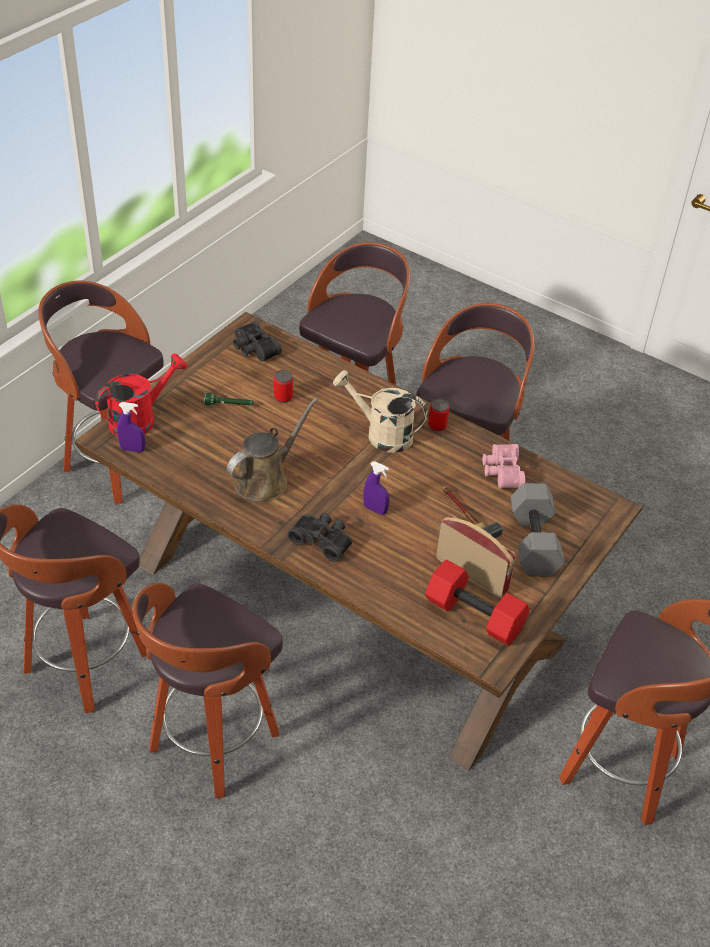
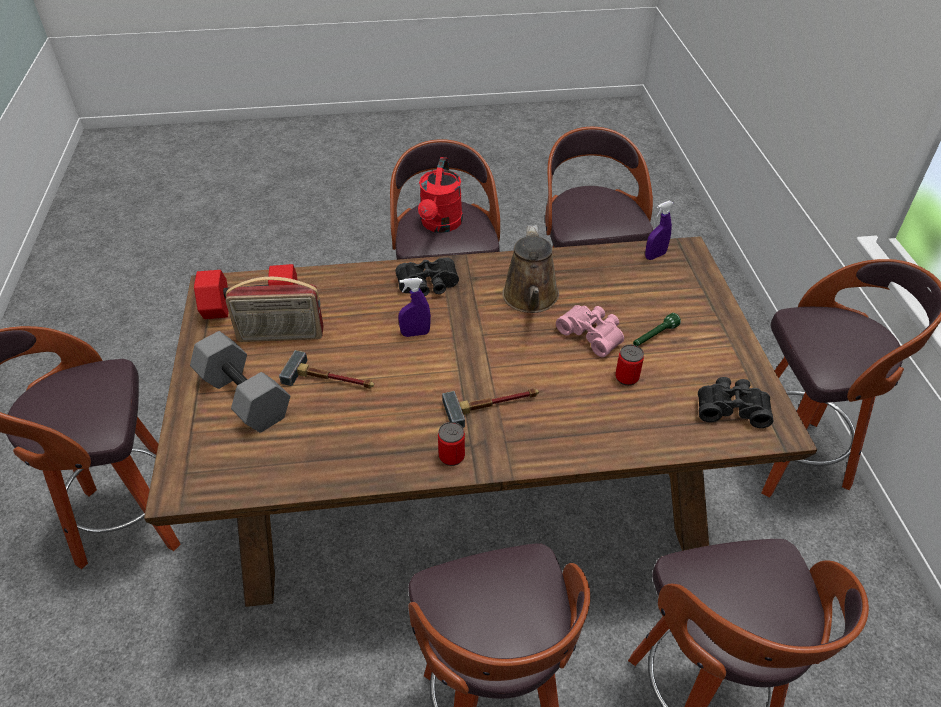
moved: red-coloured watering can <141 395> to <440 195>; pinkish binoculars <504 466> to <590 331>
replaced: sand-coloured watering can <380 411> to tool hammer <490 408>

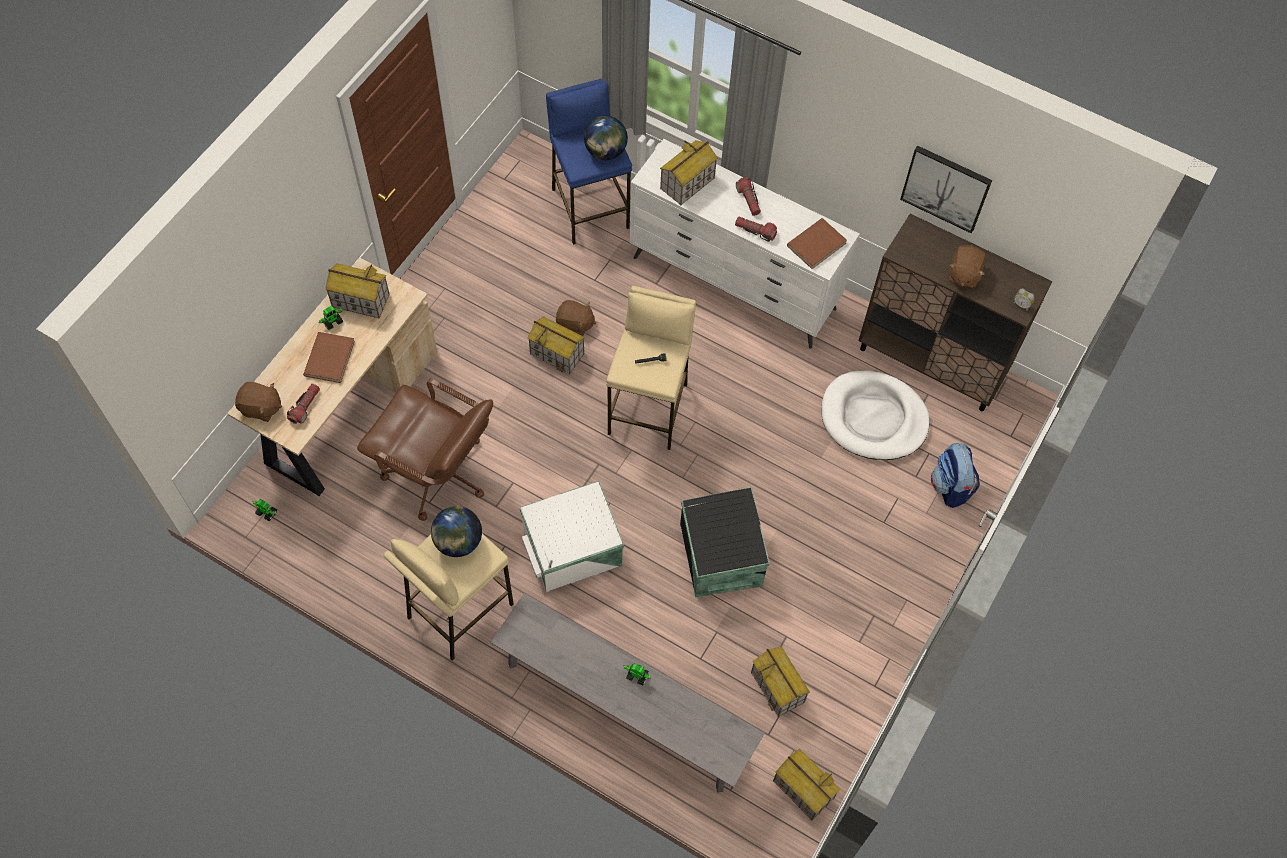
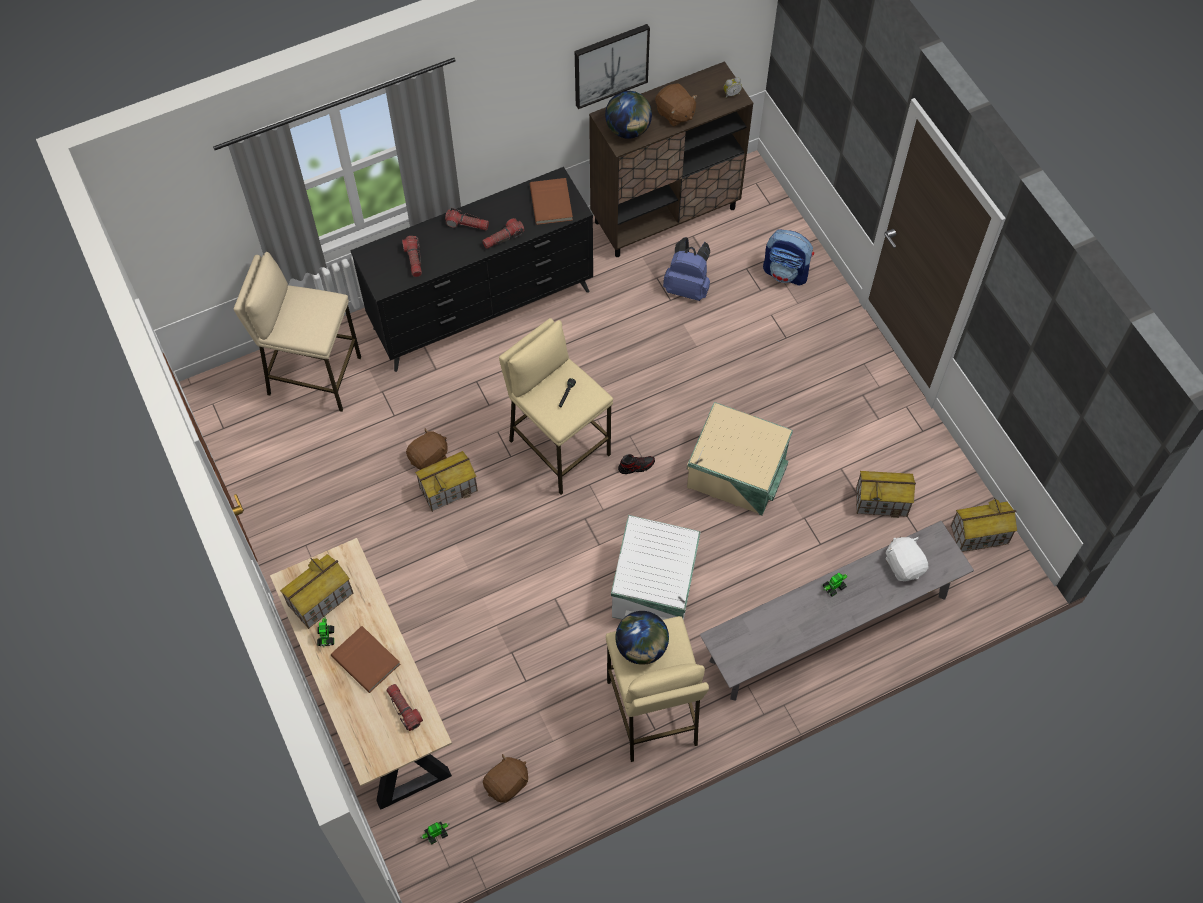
removed: brown-coloured desk chair <425 449>
added: item of footwear <636 464>; white plush toy <906 559>
moved: desk globe <606 138> to <628 115>; brown-coloured plush toy <258 401> to <505 778>
replaced: miniature house <689 172> to hand torch <412 256>; white dog cushion <875 415> to blue-coloured rucksack <686 269>
recoloured: blue-coloured stool <589 162> to sand-coloured stool <297 332>; white drawer chest <745 244> to black drawer chest <471 269>; black storage container <725 542> to sand-coloured storage container <740 459>

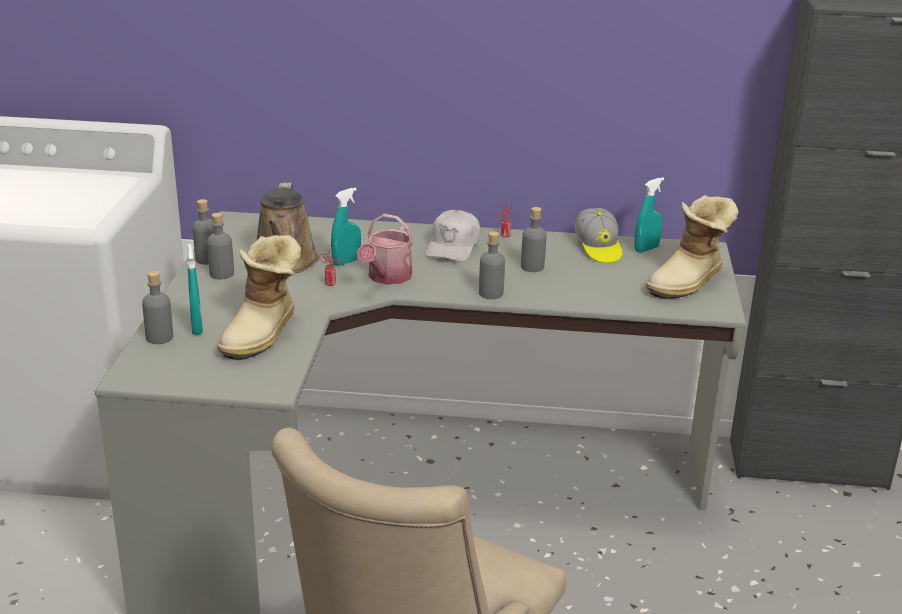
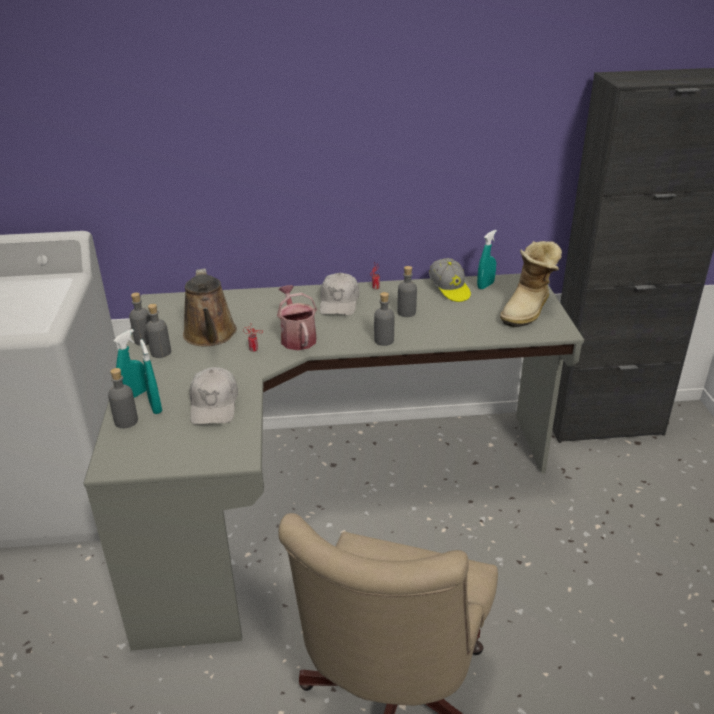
moved: turquoise-coloured spray bottle <346 227> to <130 363>
replaced: tall boot <259 298> to white cap <214 396>
turned: watering can <385 249> = <297 317> 150 degrees clockwise

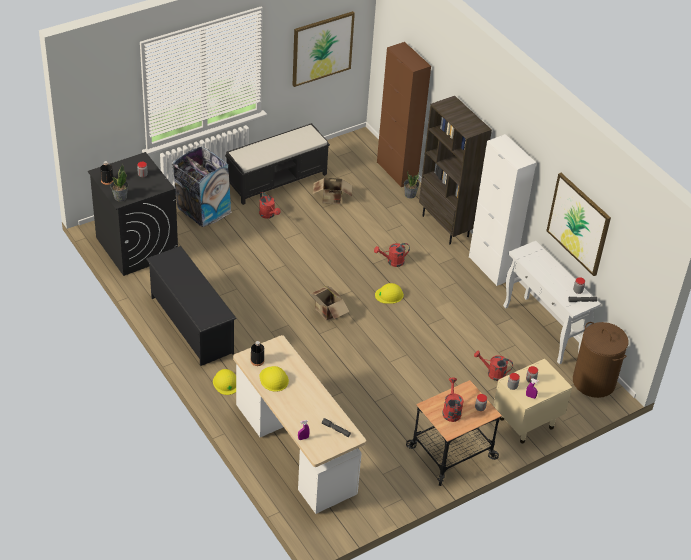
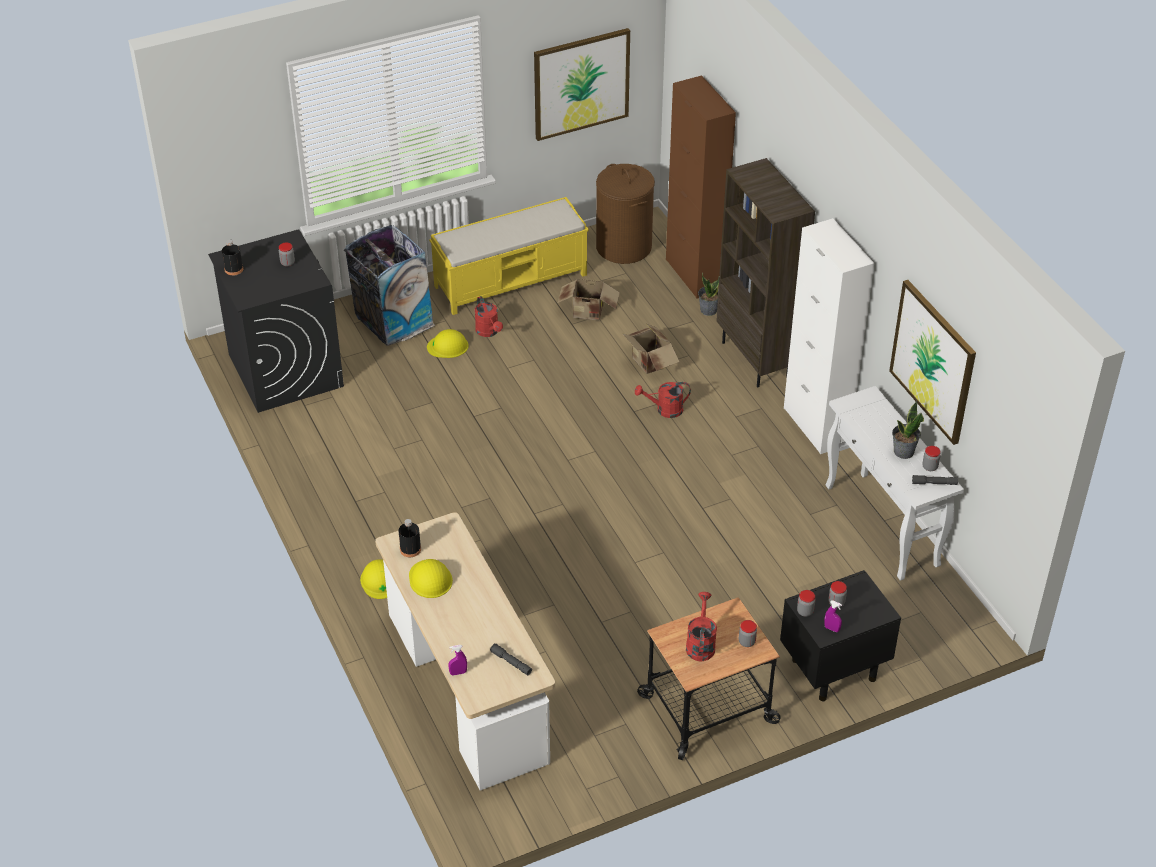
removed: black shoe rack <191 306>; red-coloured watering can <493 366>
moved: houseplant <119 182> to <908 429>; yellow-coloured hard hat <389 293> to <448 343>; carton <329 303> to <650 349>; brown-coloured laundry basket <601 360> to <625 214>
recoloured: black indoor bench <277 164> to yellow-coloured indoor bench <509 256>; sand-coloured bedside table <532 401> to black bedside table <840 635>

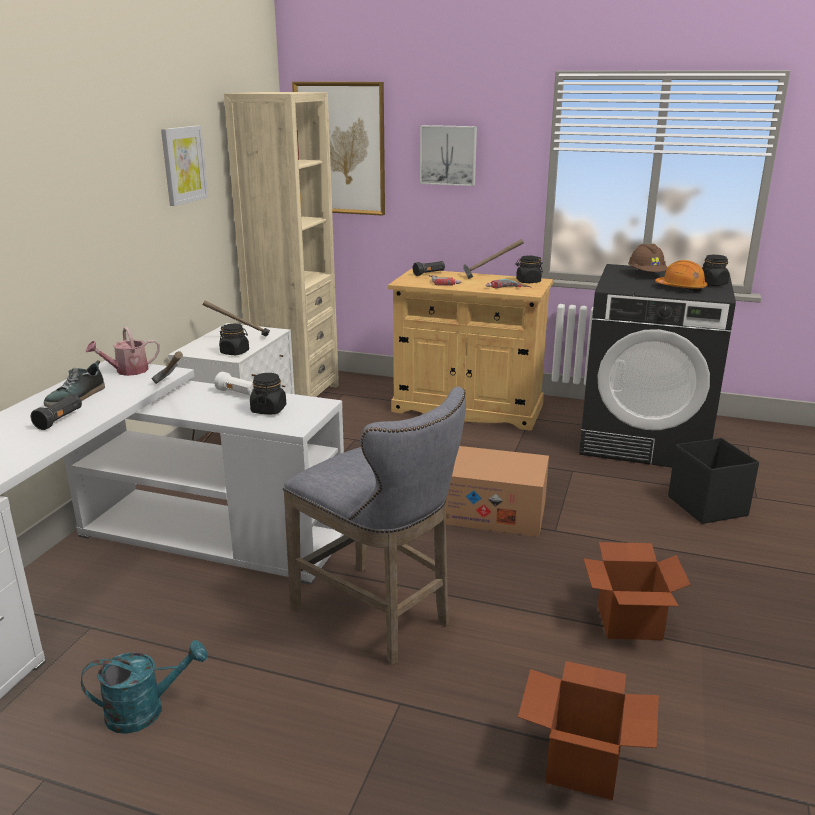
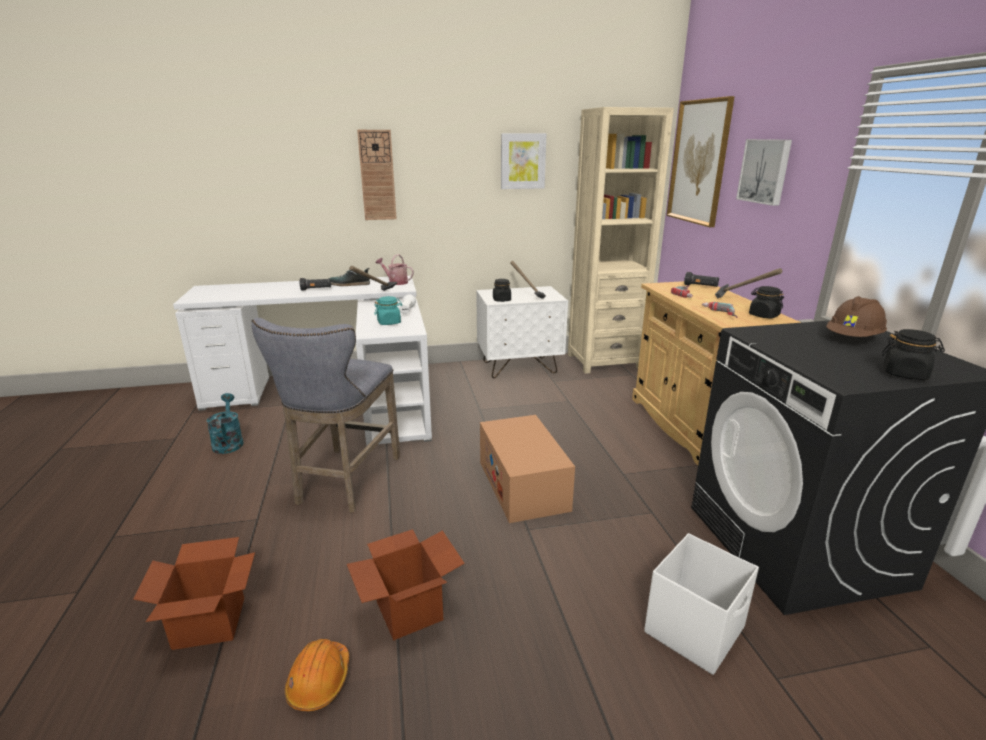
added: clock on the wall <377 175>
moved: orangey hard hat <681 276> to <317 675>
recoloured: black storage jar <268 393> to turquoise-coloured storage jar <388 310>; black storage container <713 481> to white storage container <701 604>
turned: turquoise-coloured watering can <144 687> = <225 423> 150 degrees counterclockwise

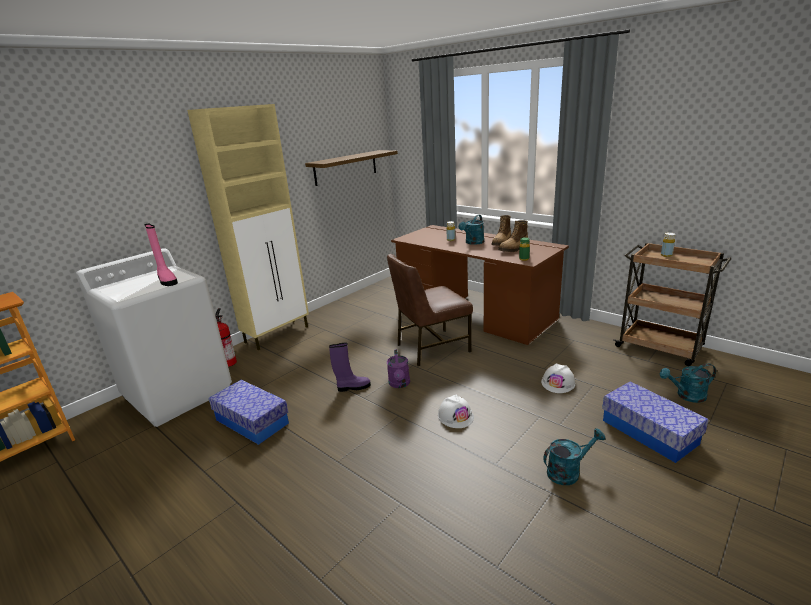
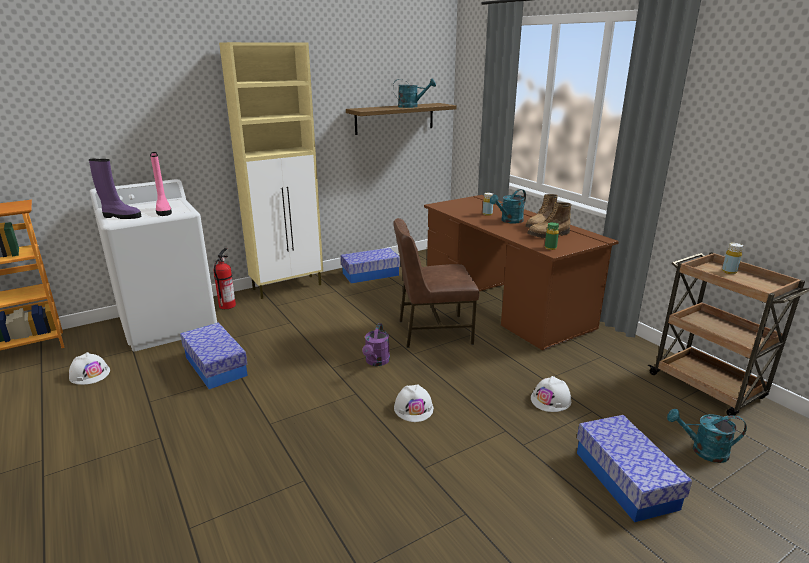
added: storage container <370 265>; white hard hat <89 368>
moved: purple-coloured tall boot <350 367> to <115 189>; turquoise-coloured watering can <574 456> to <414 93>

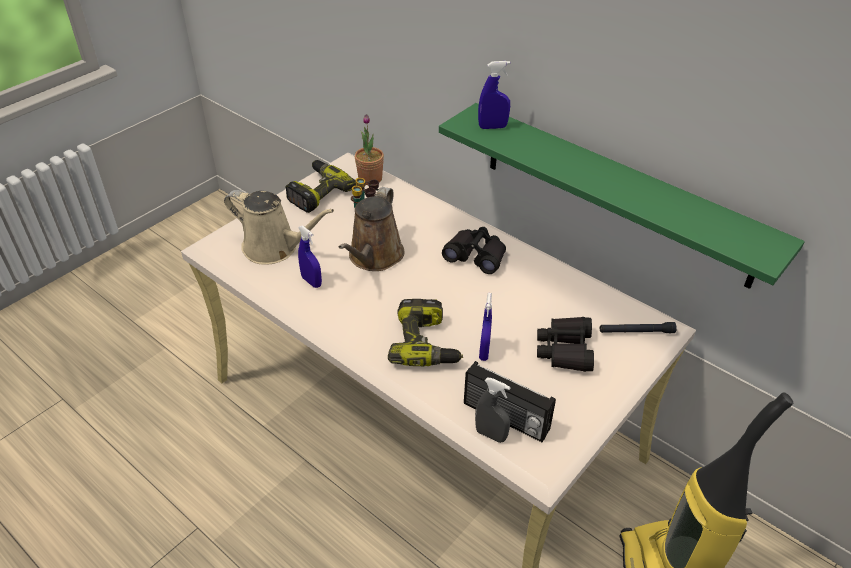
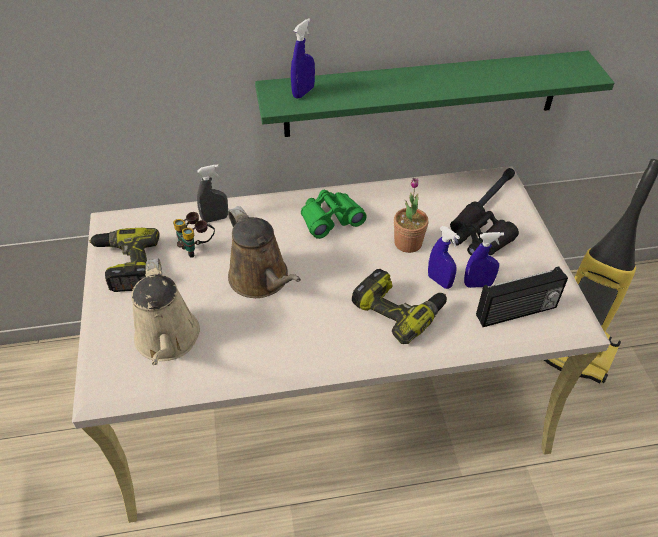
moved: houseplant <369 149> to <411 215>; blue-coloured spray bottle <310 257> to <484 260>; grey spray bottle <493 410> to <212 193>
recoloured: black binoculars <474 250> to greenish binoculars <334 214>
turned: sand-coloured watering can <279 227> = <165 311> 105 degrees clockwise

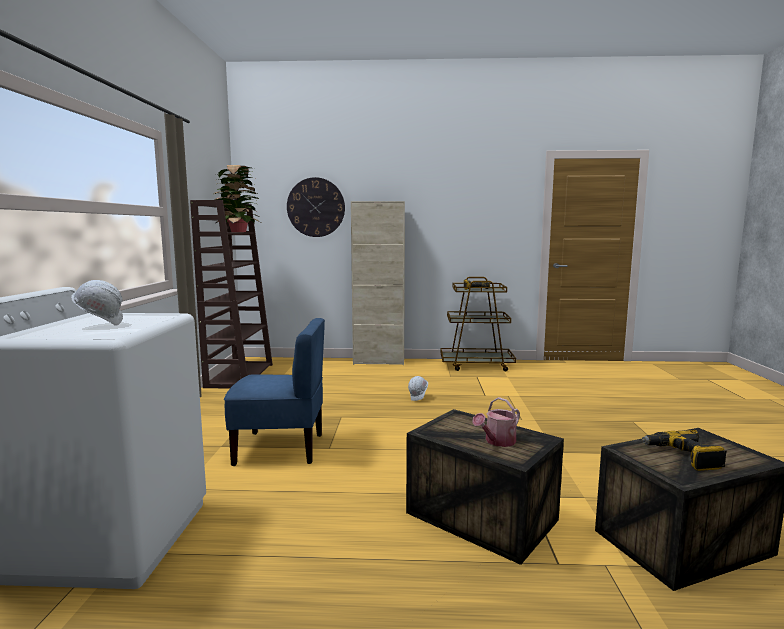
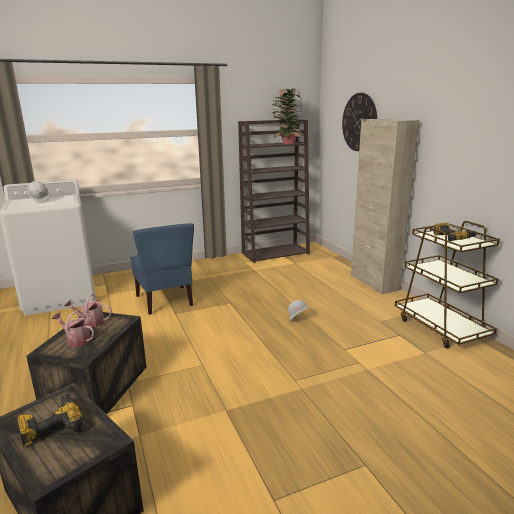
added: watering can <88 310>

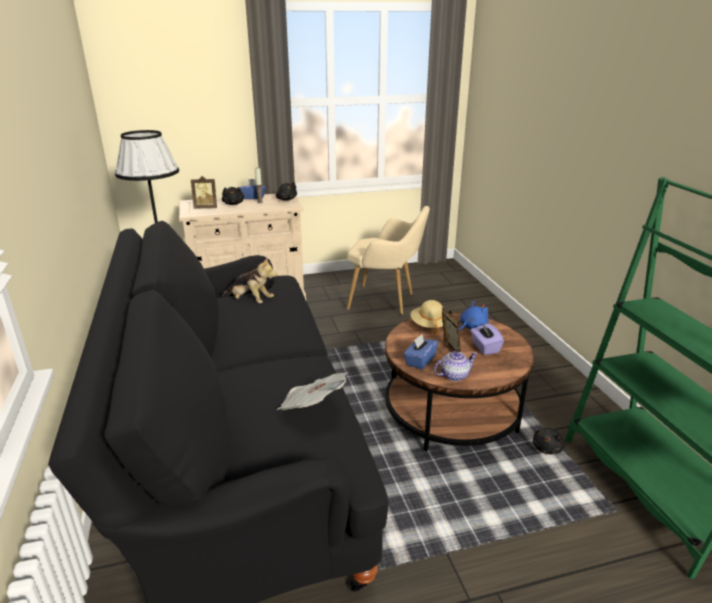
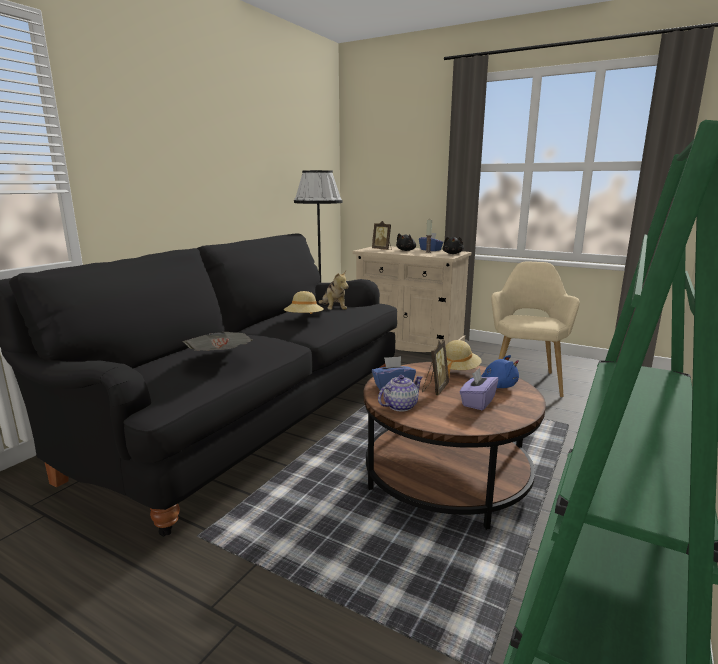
removed: black plush toy <549 441>
added: sand-coloured clothing hat <304 302>
turned: sand-coloured armchair <388 260> = <535 329> 135 degrees counterclockwise; teapot <456 366> = <400 393> 60 degrees counterclockwise

